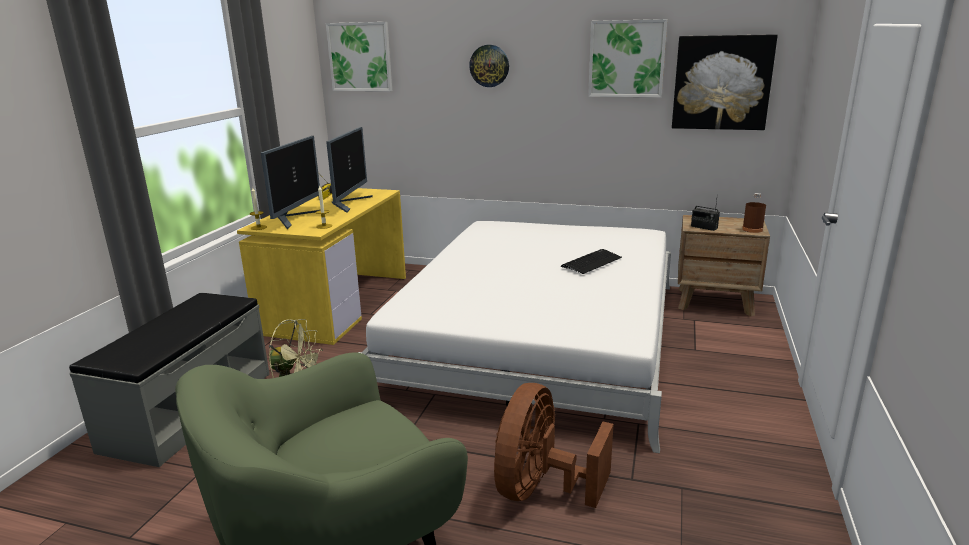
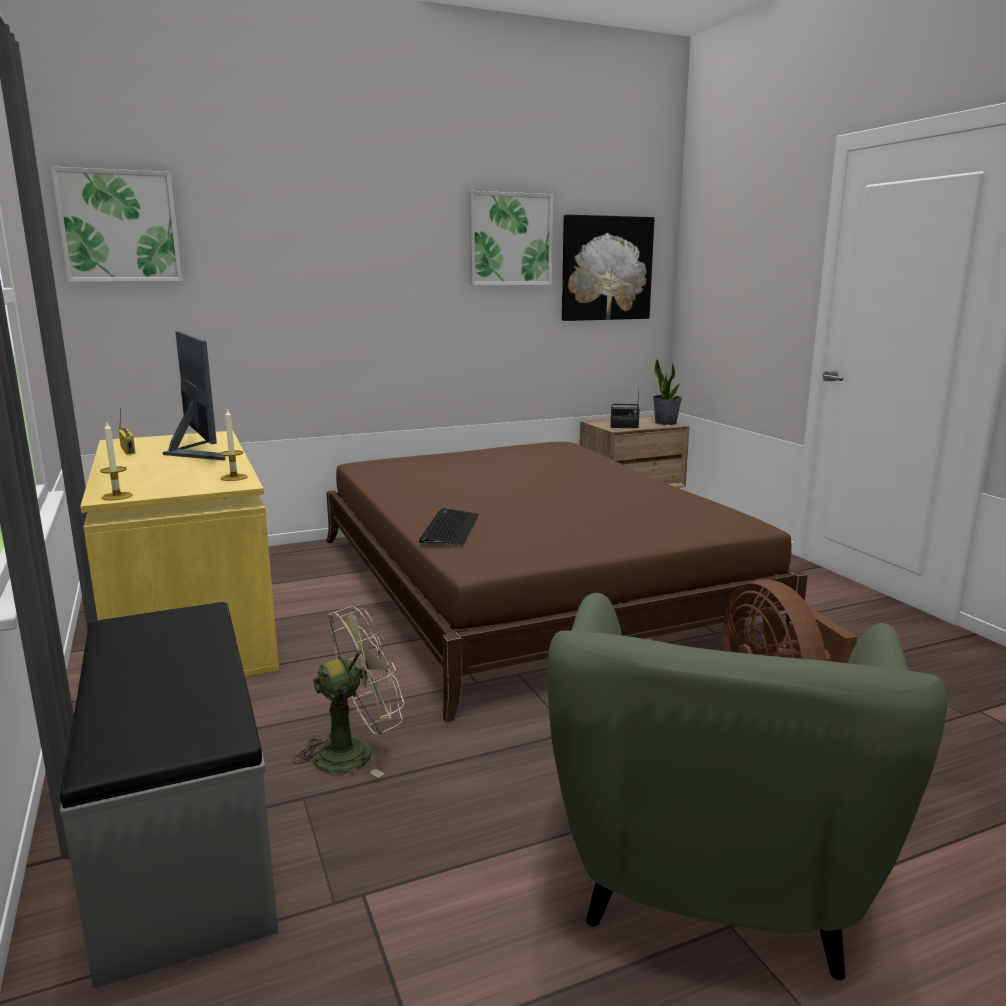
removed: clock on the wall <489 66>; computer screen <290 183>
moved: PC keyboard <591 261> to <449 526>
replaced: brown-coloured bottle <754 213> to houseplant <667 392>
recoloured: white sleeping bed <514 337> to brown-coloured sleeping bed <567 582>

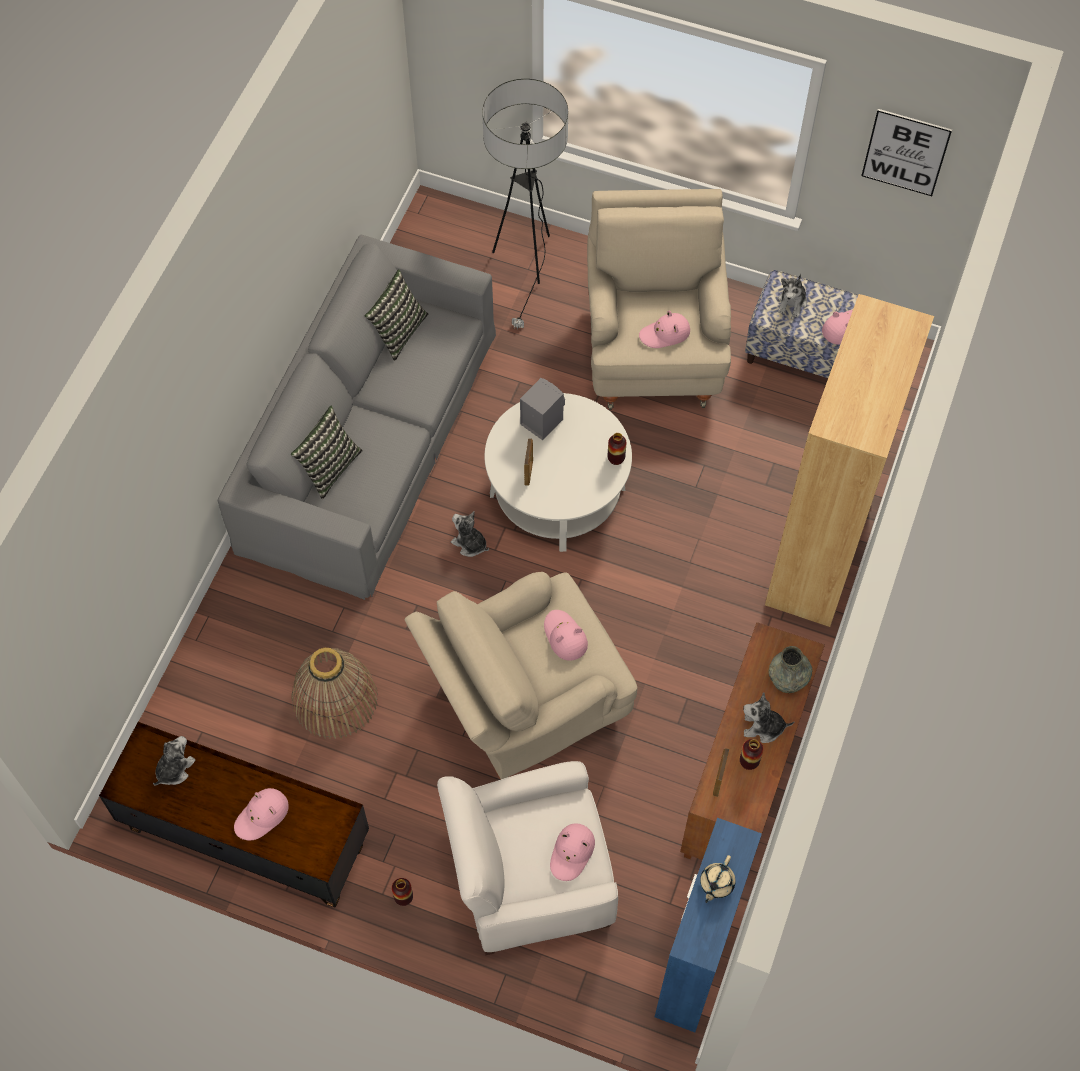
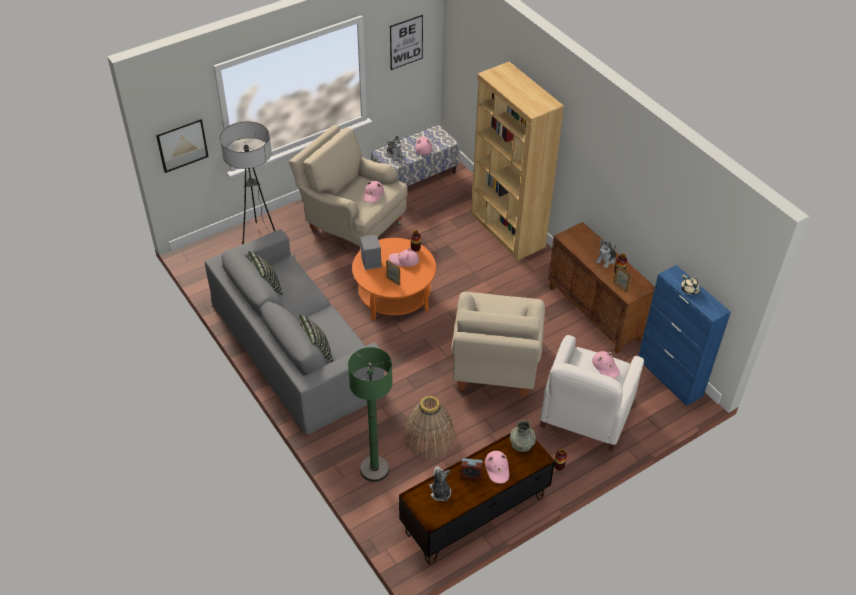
removed: plush toy <470 534>
added: wall art <182 145>; greenish standing lamp <370 414>; table clock <472 468>
moved: pinkish clothing hat <566 635> to <404 257>; grey flower vase <791 669> to <523 436>
recoloured: white coffee table <558 472> to orangey coffee table <394 279>

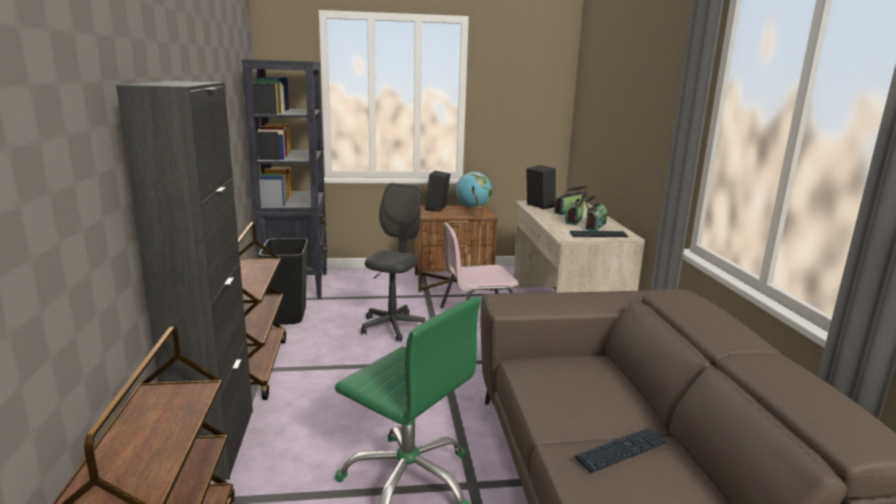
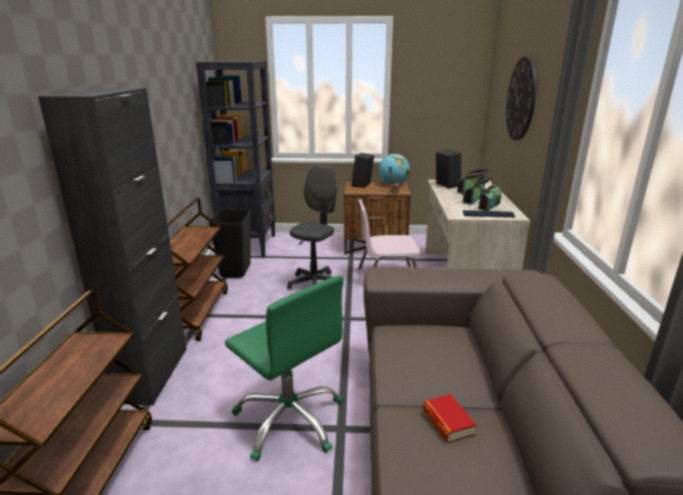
added: clock on the wall <521 99>
replaced: PC keyboard <621 450> to book <450 418>

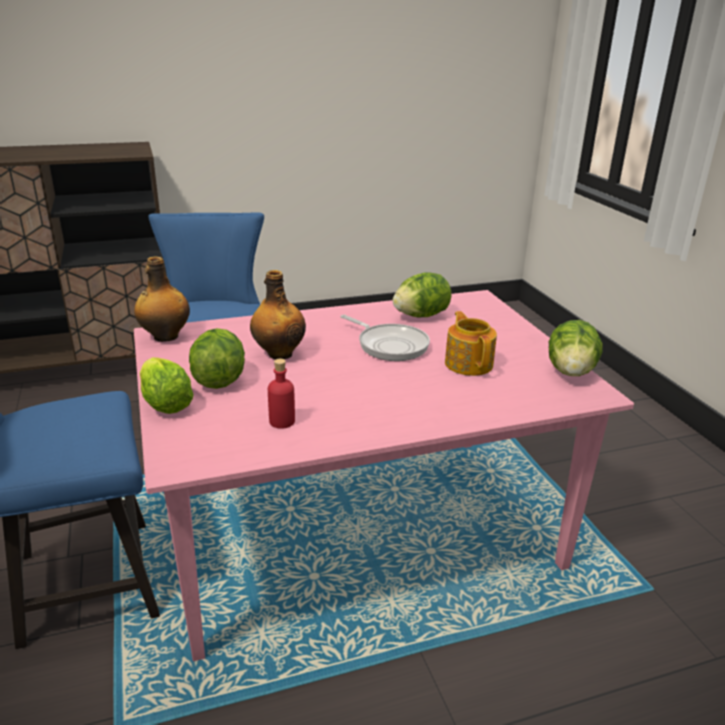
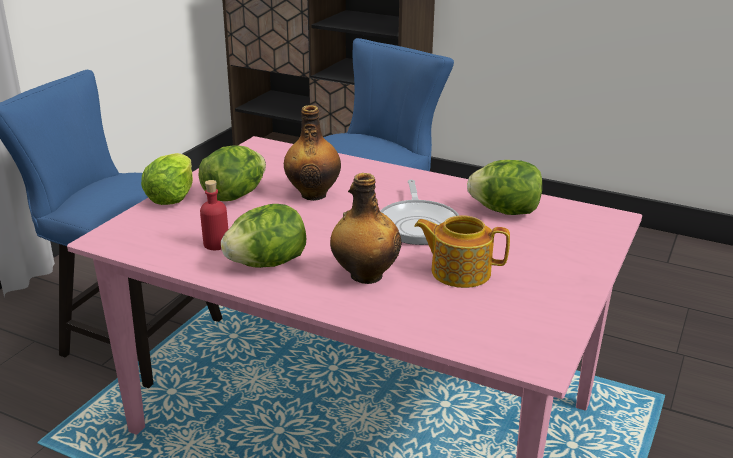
moved: bottle <162 299> to <365 228>; head of lettuce <576 348> to <263 236>
turned: teapot <471 343> = <462 251> 105 degrees counterclockwise

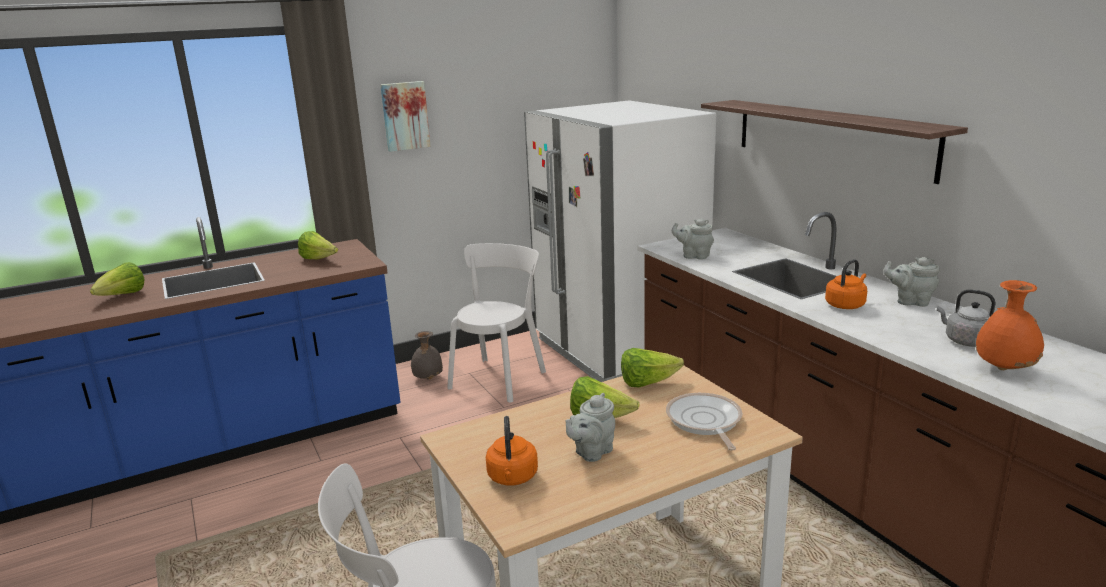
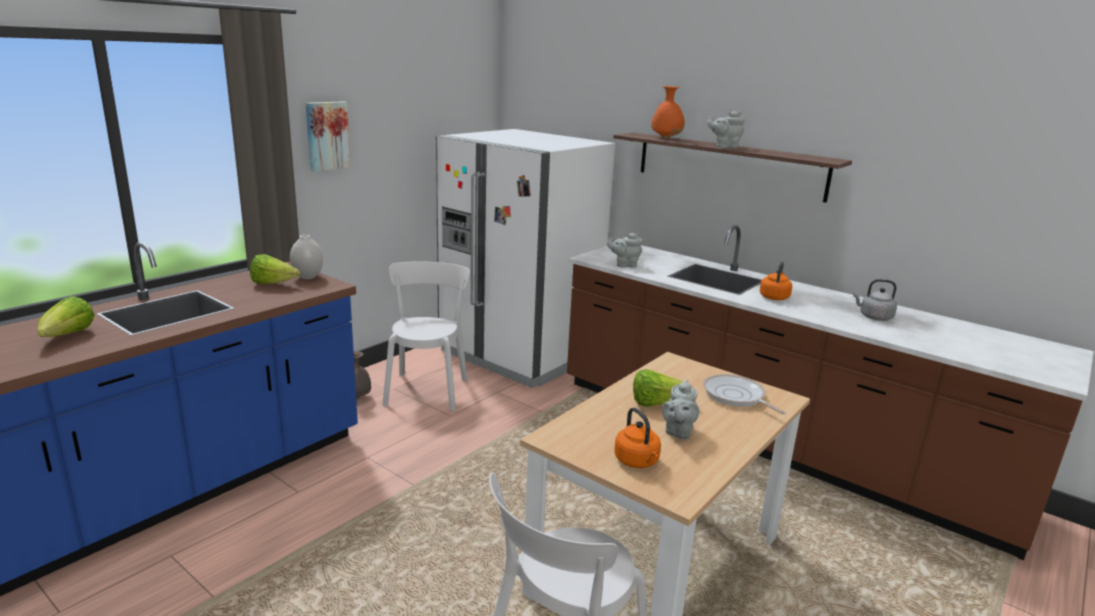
removed: head of lettuce <652 368>
added: white flower vase <306 257>
moved: grey teapot <912 282> to <726 129>; orangey flower vase <1010 325> to <668 112>

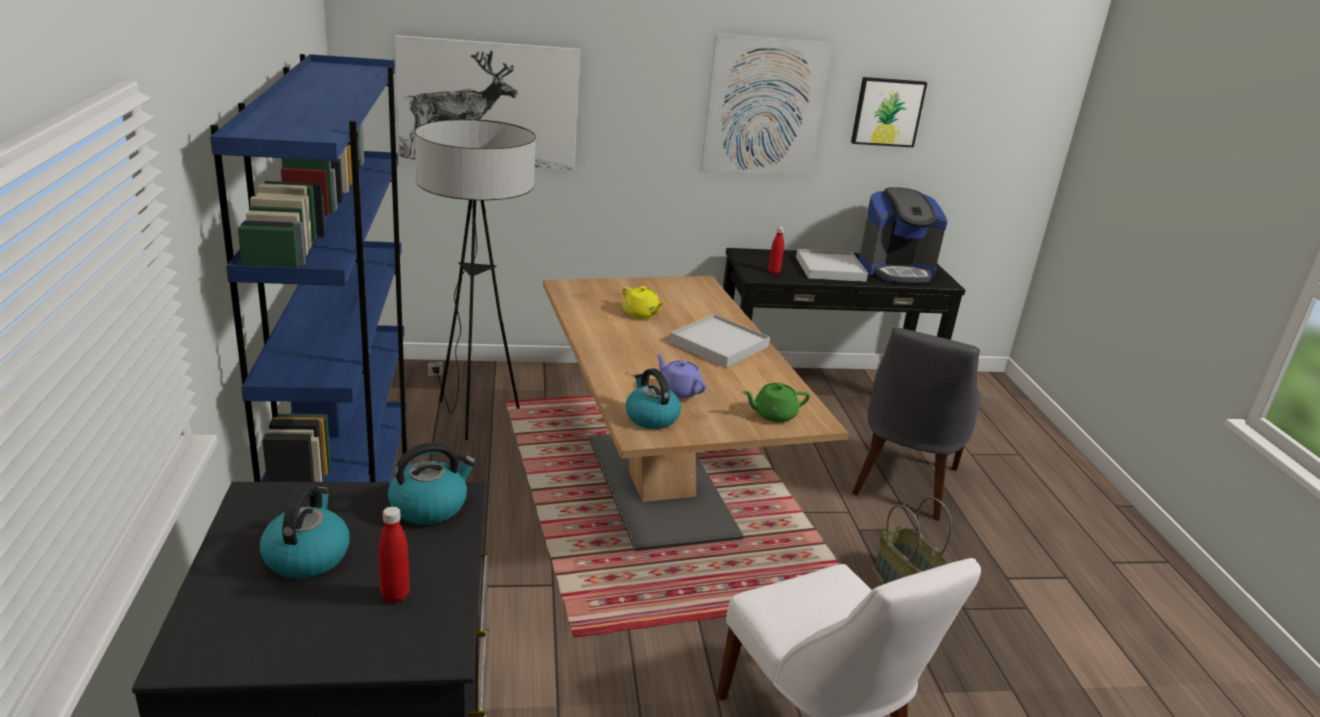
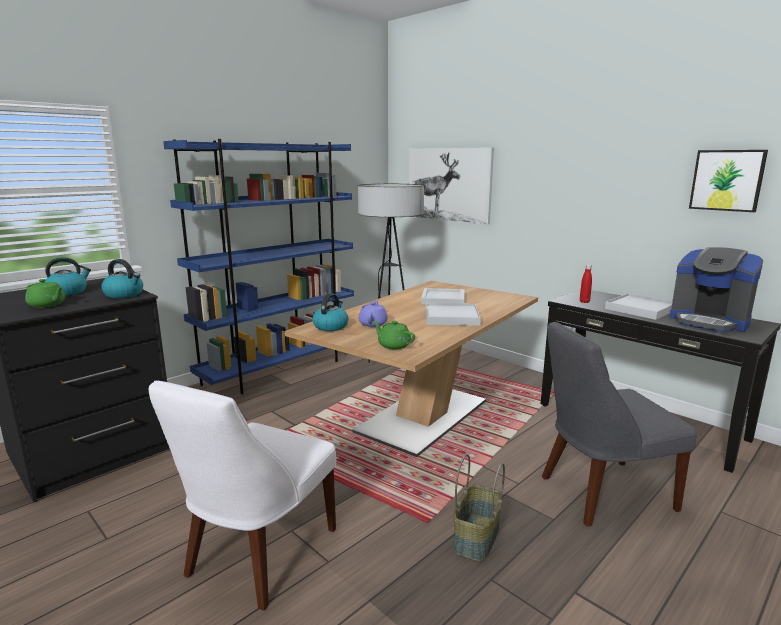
removed: wall art <765 105>
replaced: yellow-coloured teapot <644 302> to white carrying tray <442 296>; red-coloured bottle <394 555> to greenish teapot <45 293>

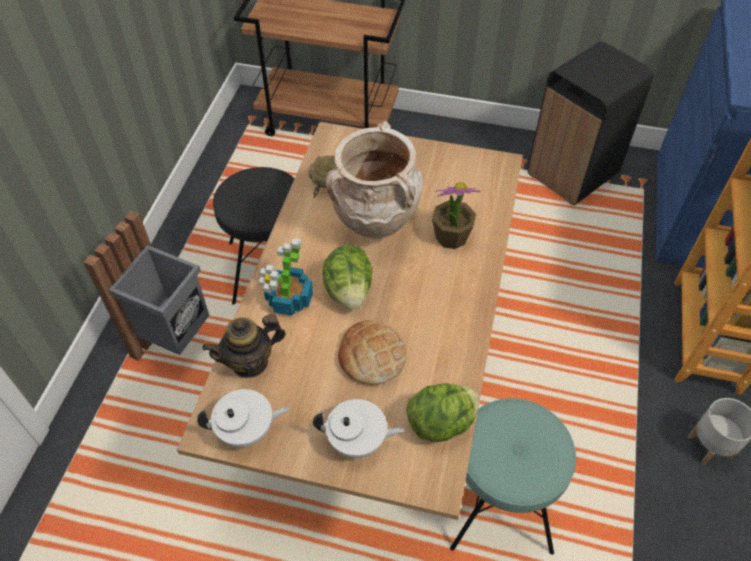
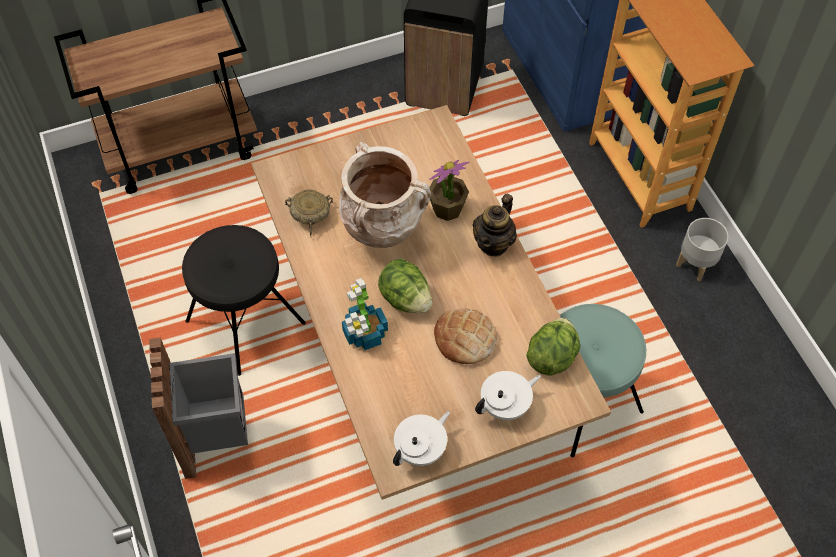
moved: teapot <244 346> to <495 225>

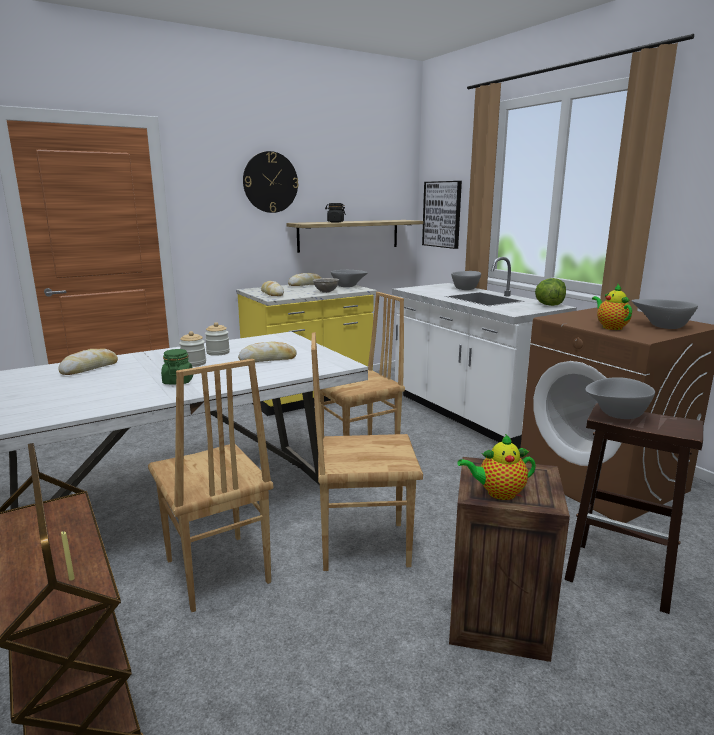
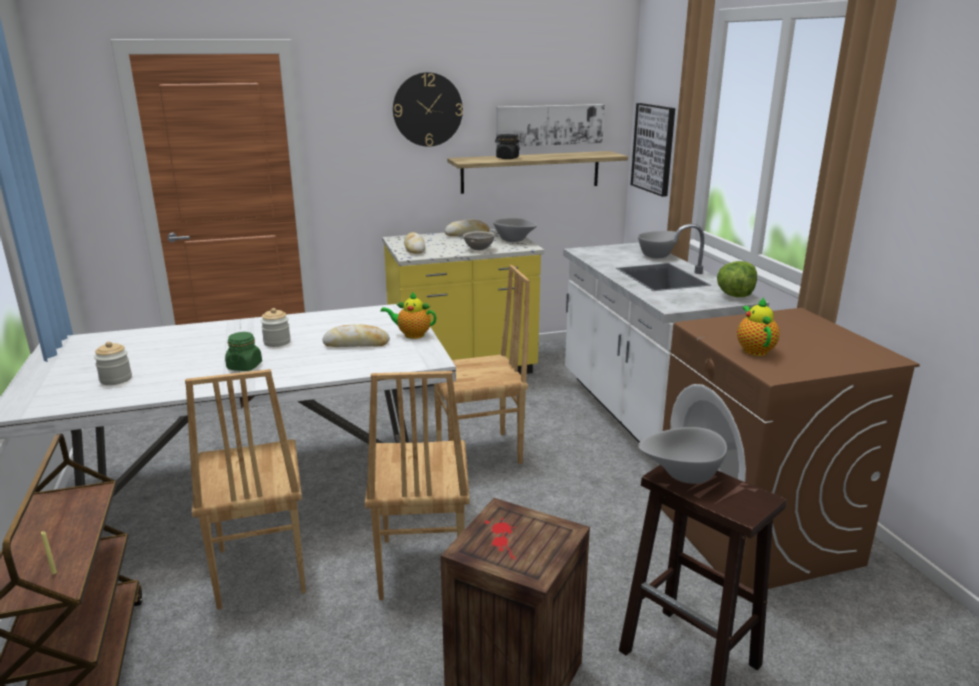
removed: grey bowl <665 314>; bread <88 361>
added: wall art <550 125>
moved: storage jar <217 339> to <113 363>; teapot <497 467> to <408 315>
turned: brown-coloured upright chair <367 451> = <417 485> 105 degrees counterclockwise

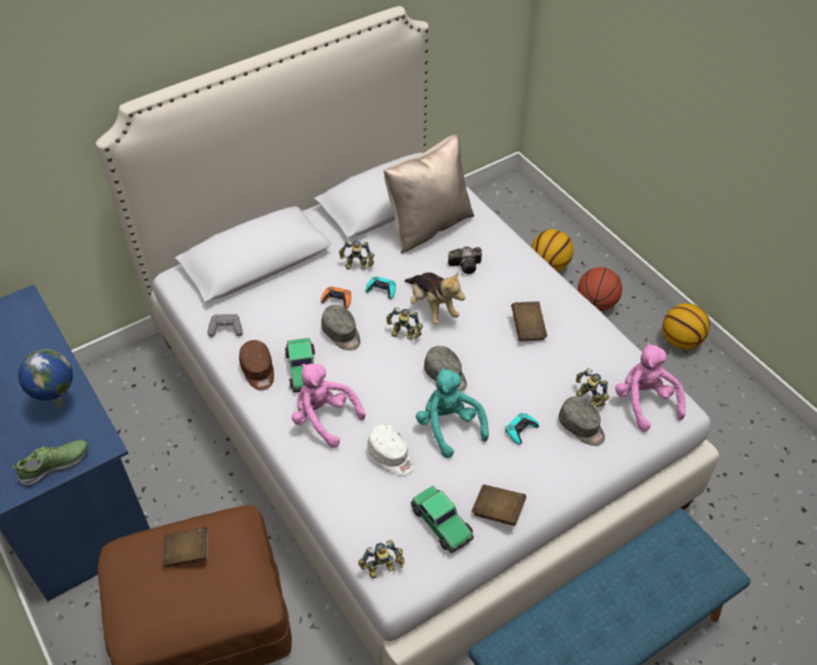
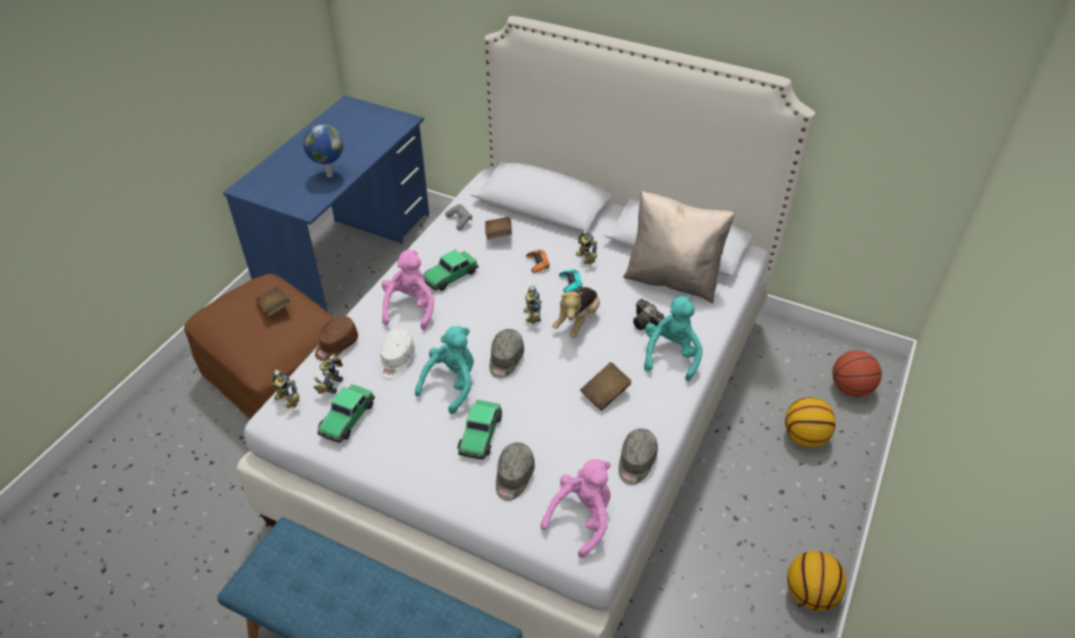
removed: item of footwear <50 463>
added: turquoise-coloured plush toy <673 338>
moved: basketball ball <600 289> to <857 373>; grey cap <340 328> to <638 456>; brown-coloured cap <256 365> to <336 338>; toy robot <592 387> to <328 374>; brown-coloured book <499 505> to <498 228>
replaced: turquoise-coloured game controller <522 429> to miniature car <480 430>

